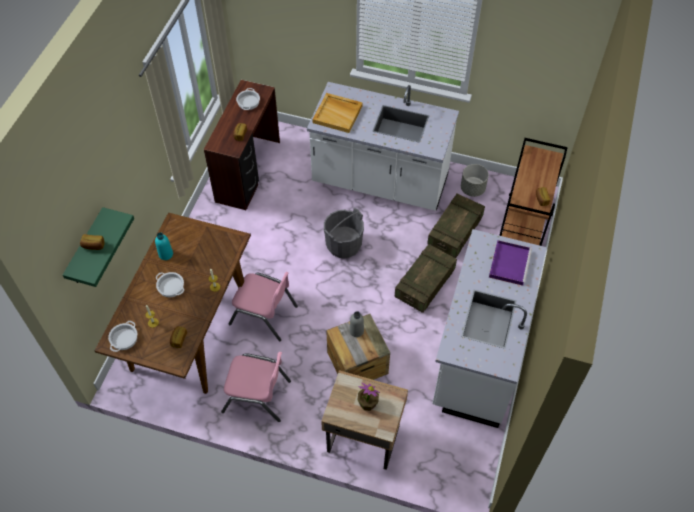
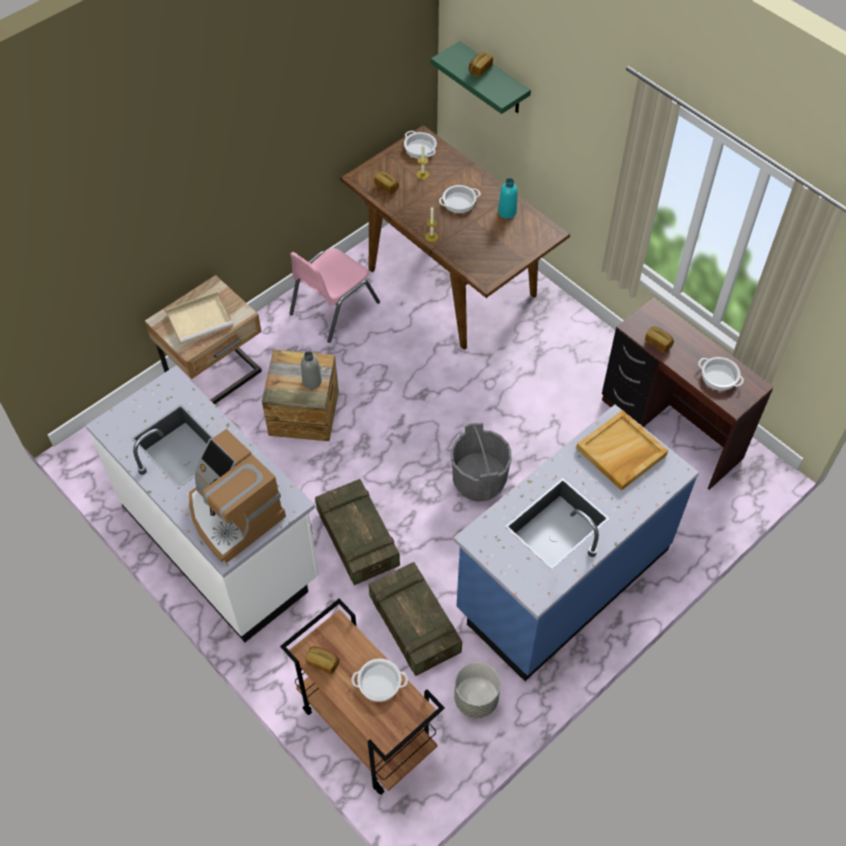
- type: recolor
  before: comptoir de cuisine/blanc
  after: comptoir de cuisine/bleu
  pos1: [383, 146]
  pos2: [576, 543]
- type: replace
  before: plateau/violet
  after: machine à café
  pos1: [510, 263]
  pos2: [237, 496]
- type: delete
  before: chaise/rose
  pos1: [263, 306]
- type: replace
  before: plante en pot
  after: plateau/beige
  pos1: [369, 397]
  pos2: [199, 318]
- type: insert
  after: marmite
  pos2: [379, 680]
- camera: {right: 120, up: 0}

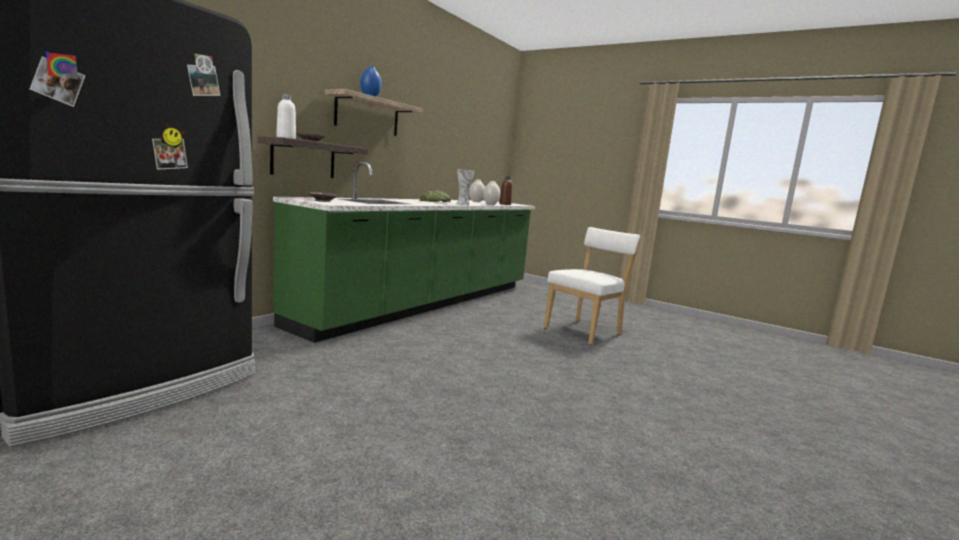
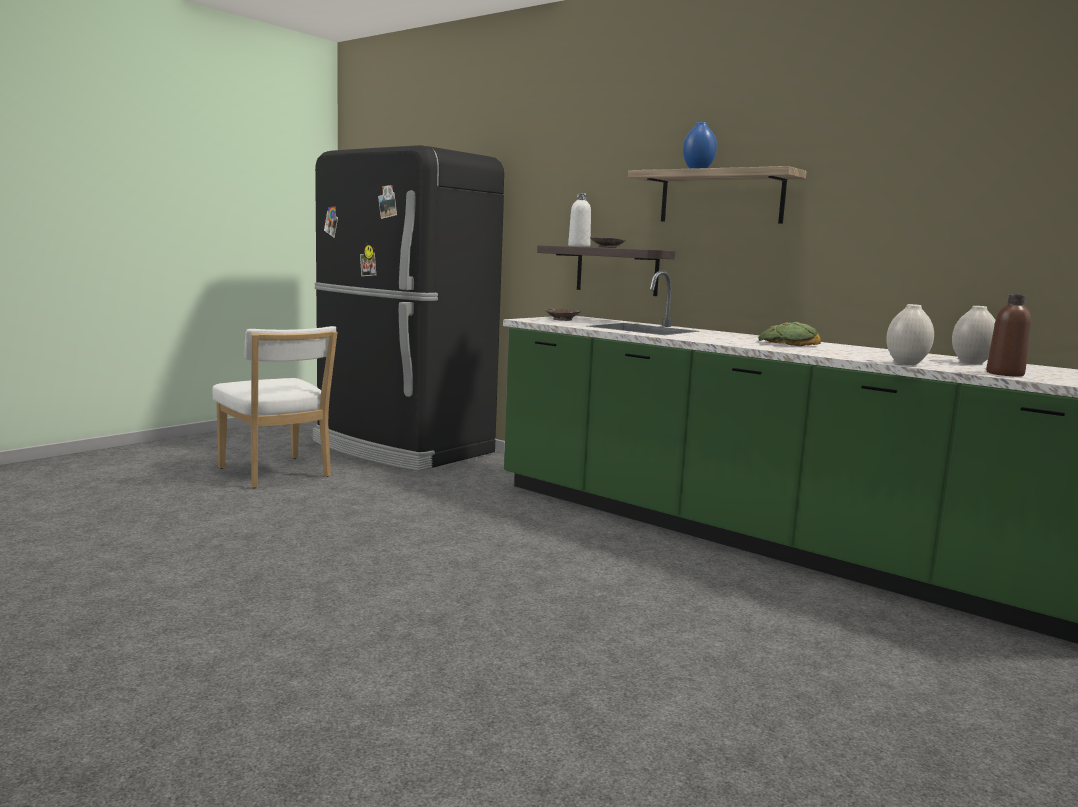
- type: delete
  before: vase
  pos1: [465, 187]
- type: move
  before: chaise/blanc
  pos1: [592, 286]
  pos2: [275, 407]
- camera: {right: 95, up: 0}

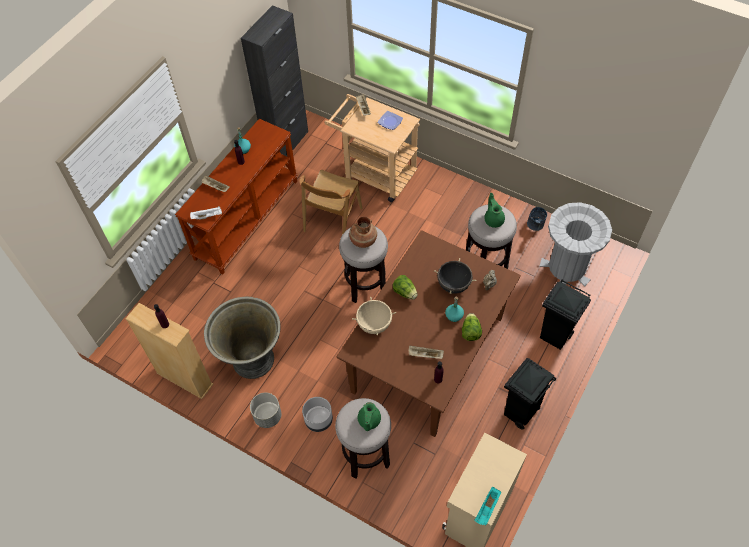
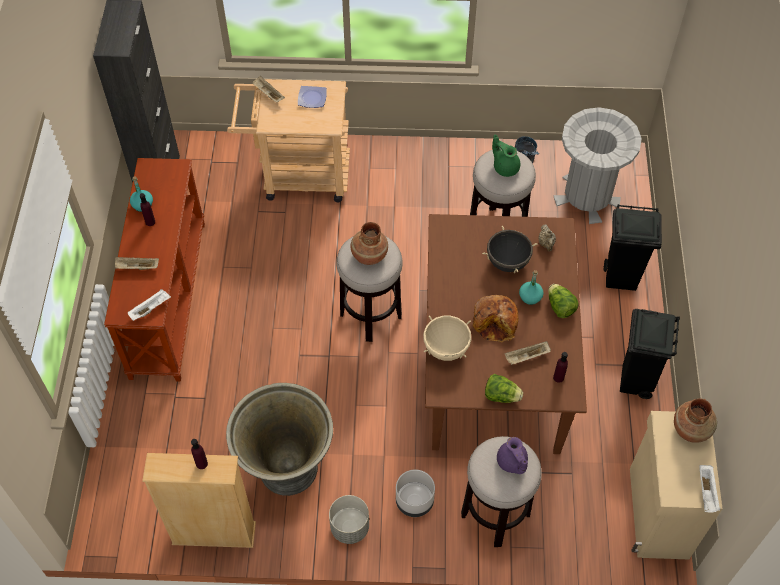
- type: delete
  before: chaise/marron
  pos1: [331, 202]
- type: move
  before: laitue
  pos1: [405, 287]
  pos2: [504, 388]
- type: recolor
  before: théière/vert
  after: théière/violet
  pos1: [369, 416]
  pos2: [512, 455]
- type: recolor
  before: plateau/turquoise
  after: plateau/blanc
  pos1: [487, 506]
  pos2: [709, 489]
- type: insert
  after: pain
  pos2: [495, 318]
- type: insert
  after: vase/marron
  pos2: [695, 420]
- camera: {right: -30, up: 0}

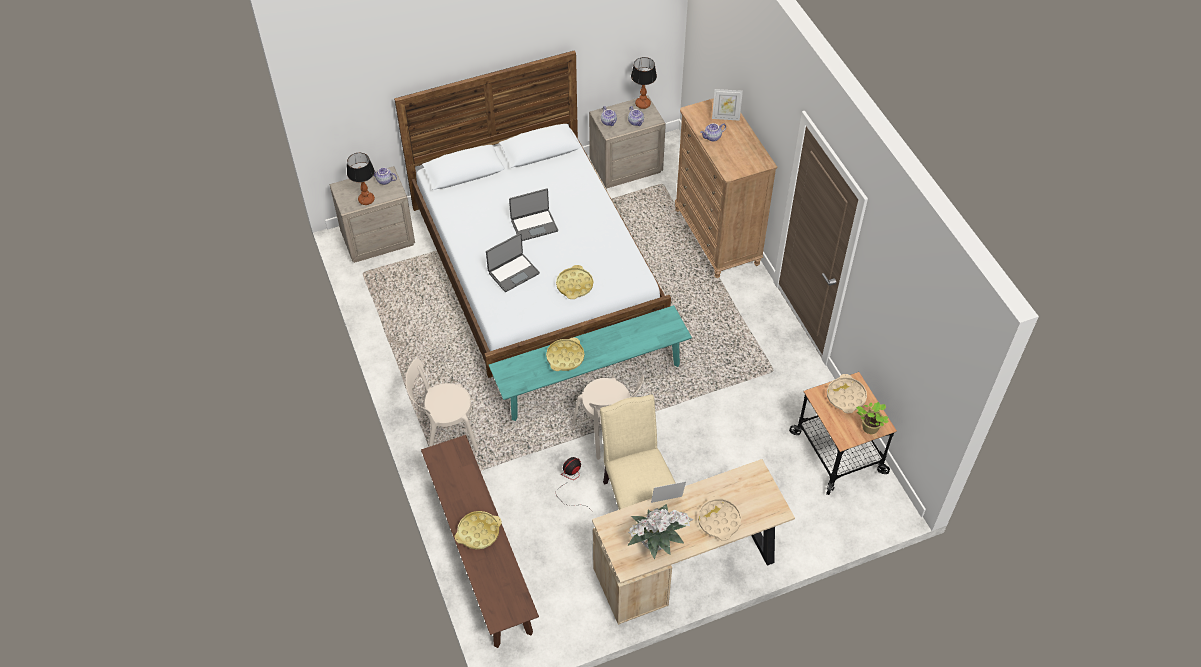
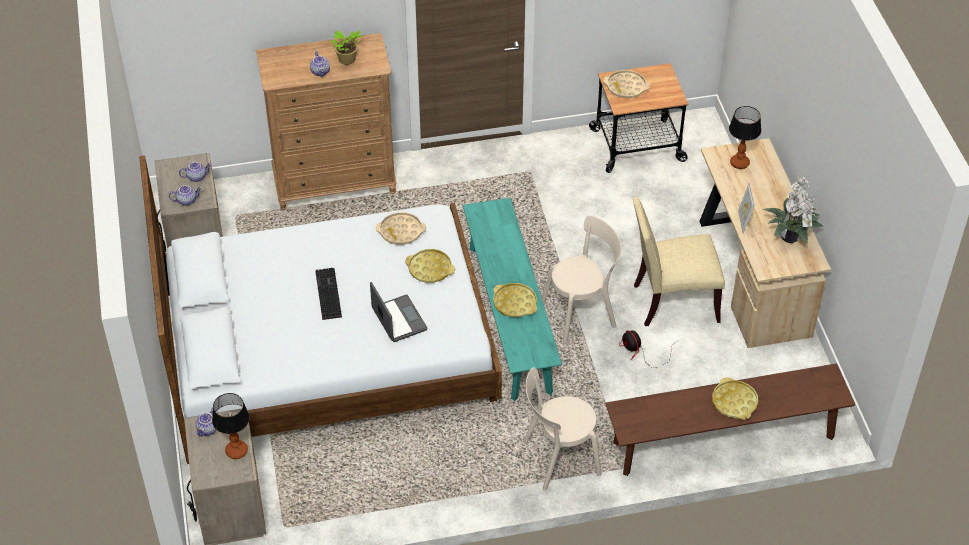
- type: move
  before: lampe de table
  pos1: [644, 83]
  pos2: [745, 137]
- type: delete
  before: cadre photo
  pos1: [727, 105]
- type: replace
  before: ordinateur portable
  after: clavier
  pos1: [533, 214]
  pos2: [328, 294]
- type: rotate
  before: chaise/beige
  pos1: [442, 404]
  pos2: [563, 429]
  turn: 75
- type: move
  before: plante en pot
  pos1: [872, 418]
  pos2: [346, 47]
- type: move
  before: plateau/beige
  pos1: [719, 518]
  pos2: [400, 228]
- camera: {right: -80, up: -5}

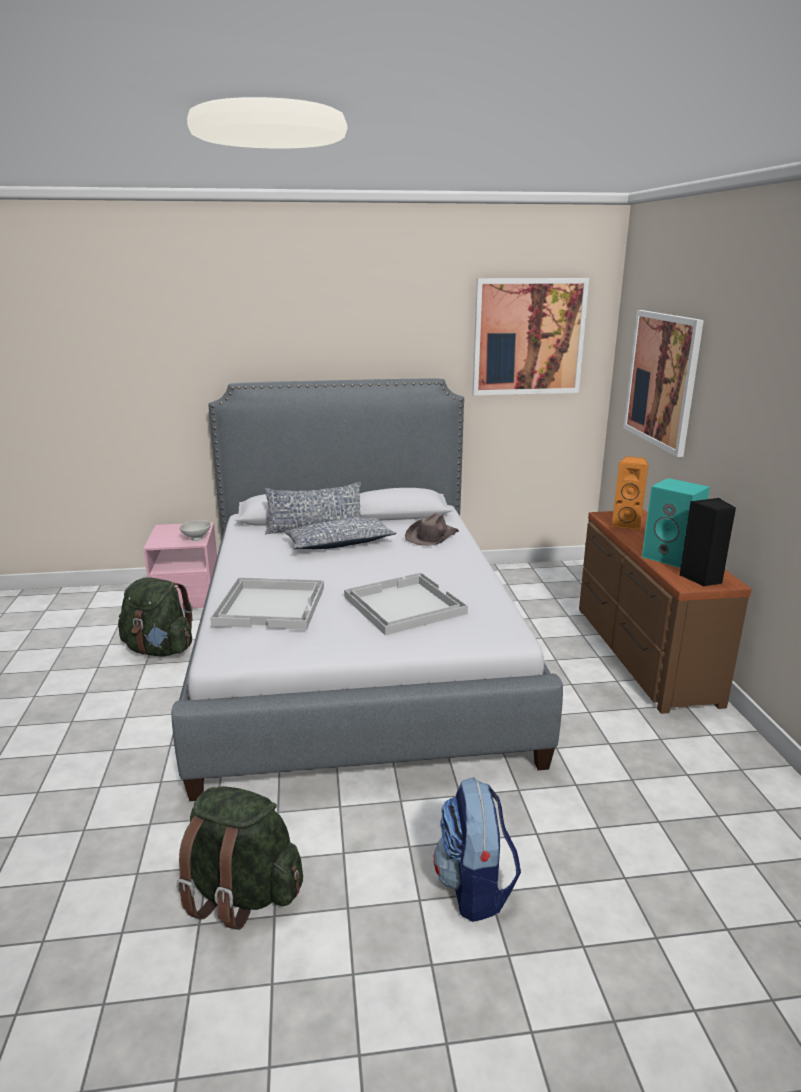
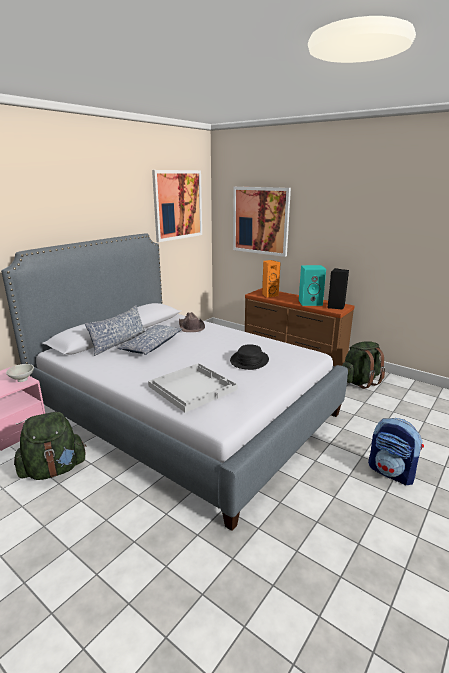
- type: replace
  before: plateau/blanc
  after: chapeau/noir
  pos1: [406, 603]
  pos2: [249, 357]
- type: move
  before: sac à dos/vert
  pos1: [239, 858]
  pos2: [363, 365]
- camera: {right: -45, up: 0}

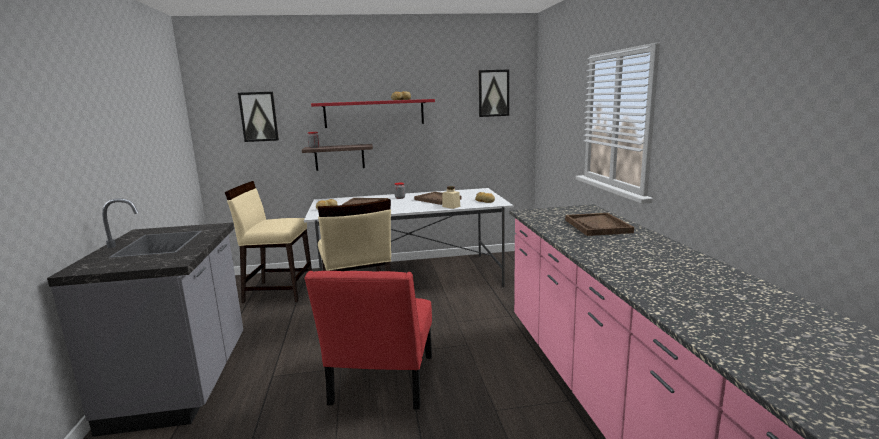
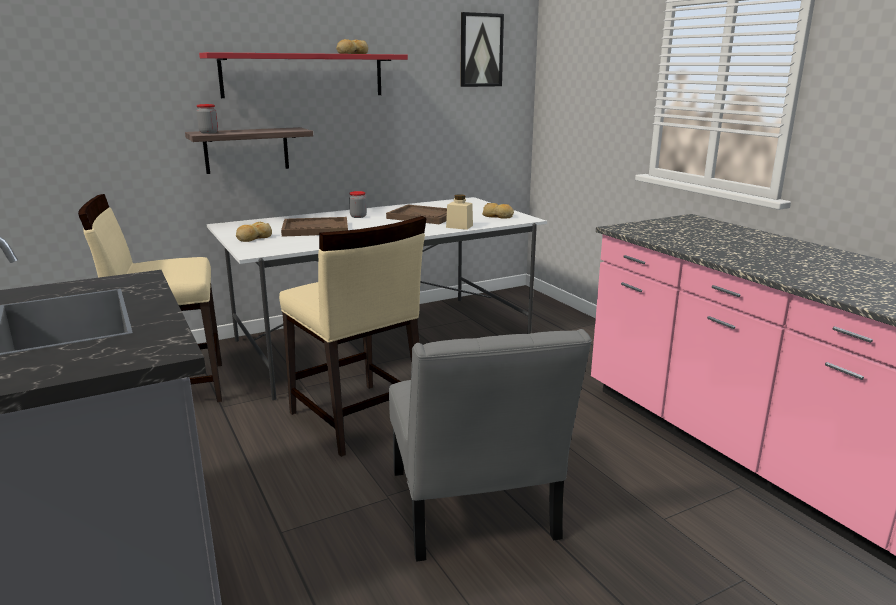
- type: delete
  before: tableau
  pos1: [258, 117]
- type: delete
  before: plateau/marron
  pos1: [599, 224]
- type: recolor
  before: chaise/rouge
  after: chaise/gris
  pos1: [368, 340]
  pos2: [490, 445]
- camera: {right: -20, up: 5}

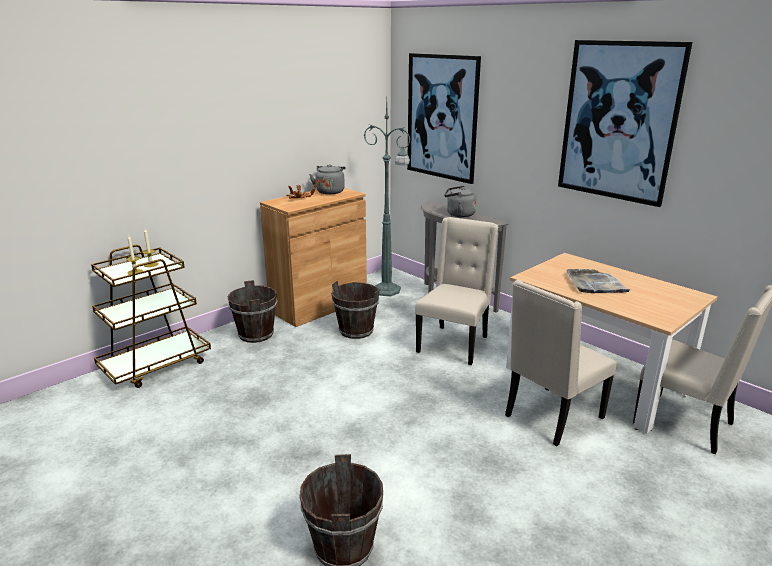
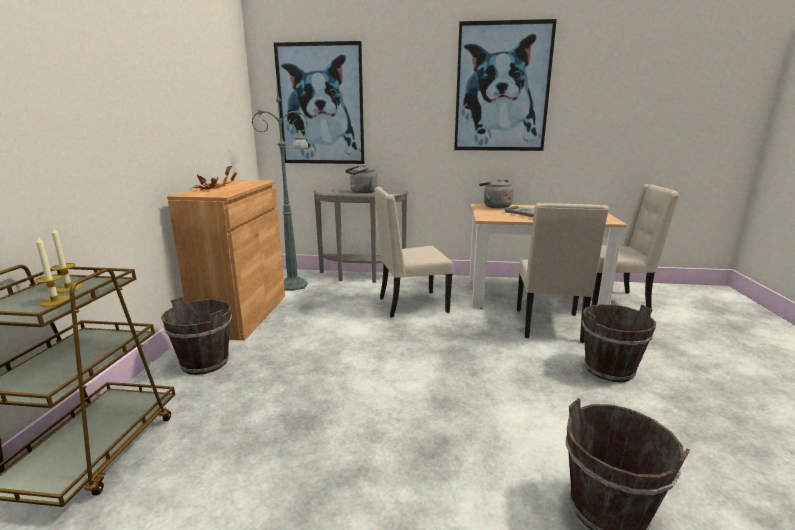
- type: move
  before: bouilloire/gris
  pos1: [327, 179]
  pos2: [496, 193]
- type: rotate
  before: chaise/beige
  pos1: [456, 291]
  pos2: [413, 252]
  turn: -90
- type: move
  before: seau/marron
  pos1: [355, 310]
  pos2: [619, 343]
- camera: {right: -40, up: -5}

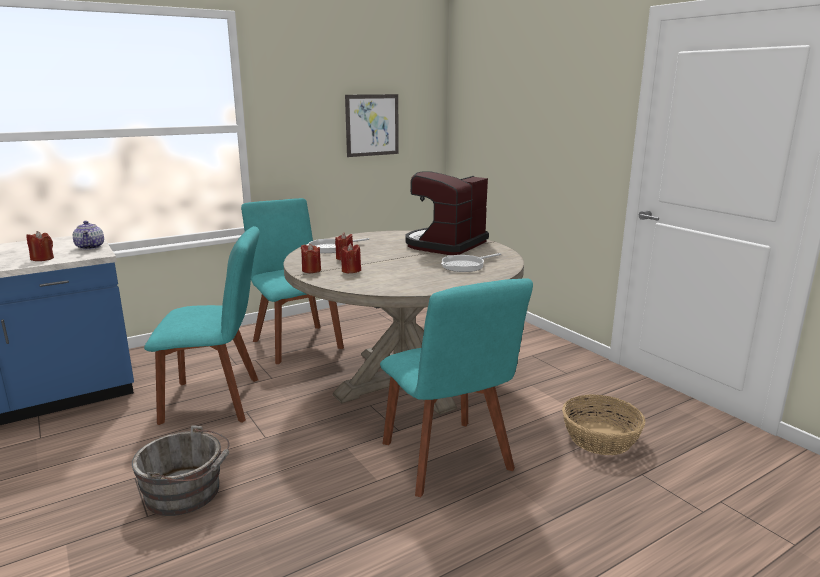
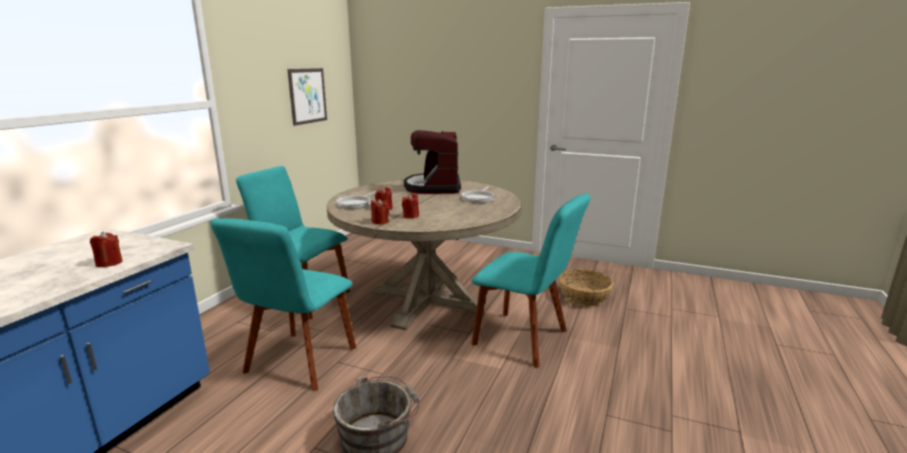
- type: delete
  before: théière
  pos1: [88, 235]
- type: rotate
  before: chaise/turquoise
  pos1: [202, 325]
  pos2: [283, 304]
  turn: 150
- camera: {right: -35, up: 0}

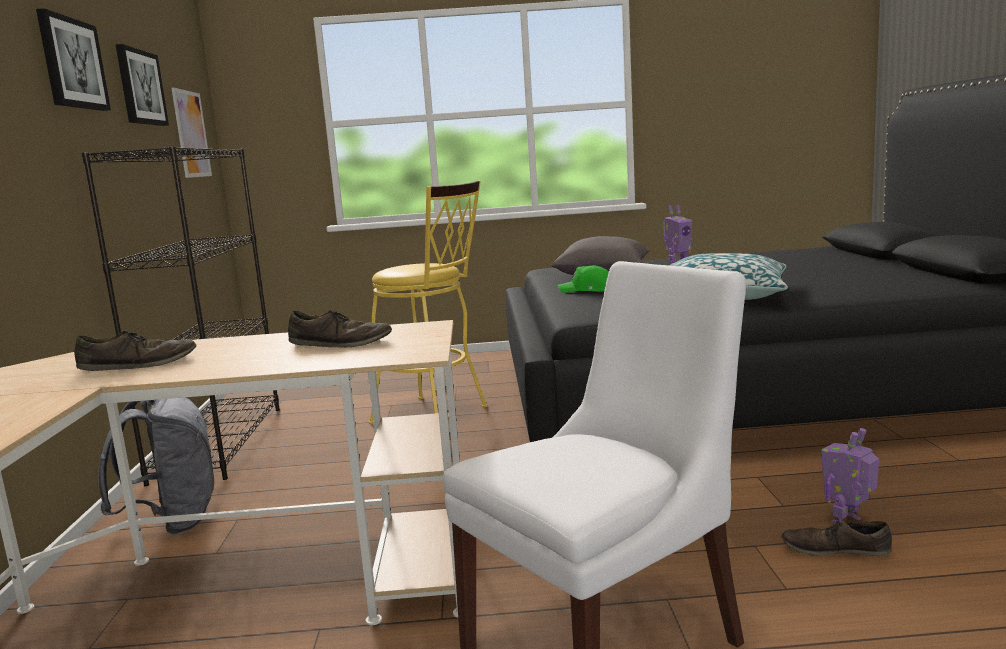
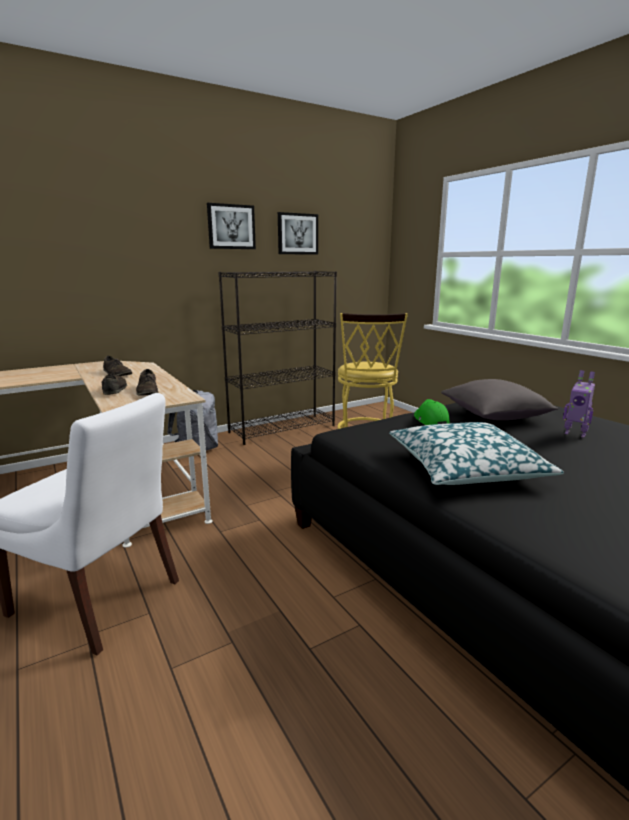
- type: delete
  before: tableau
  pos1: [191, 133]
- type: delete
  before: robot jouet
  pos1: [850, 476]
- type: move
  before: chaussure/marron
  pos1: [836, 537]
  pos2: [114, 384]
- camera: {right: 60, up: 5}

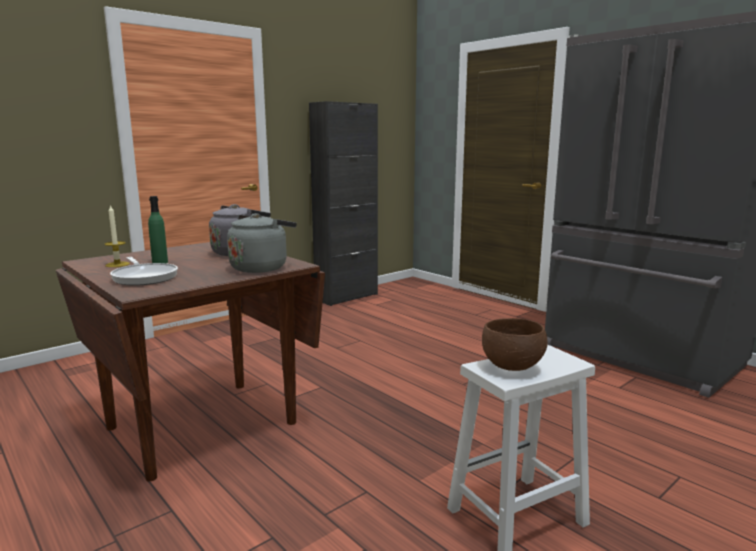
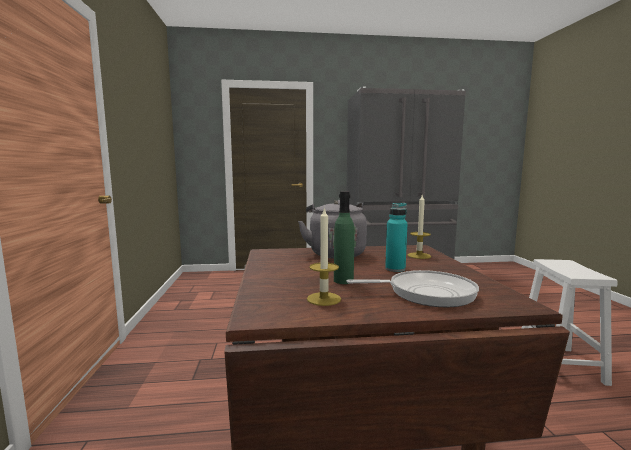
- type: delete
  before: meuble de rangement/noir
  pos1: [343, 203]
- type: replace
  before: bouilloire/gris
  after: bougie
  pos1: [262, 243]
  pos2: [419, 227]
- type: delete
  before: bol/marron
  pos1: [515, 344]
- type: insert
  after: bouteille/turquoise
  pos2: [396, 237]
- camera: {right: -55, up: -5}

